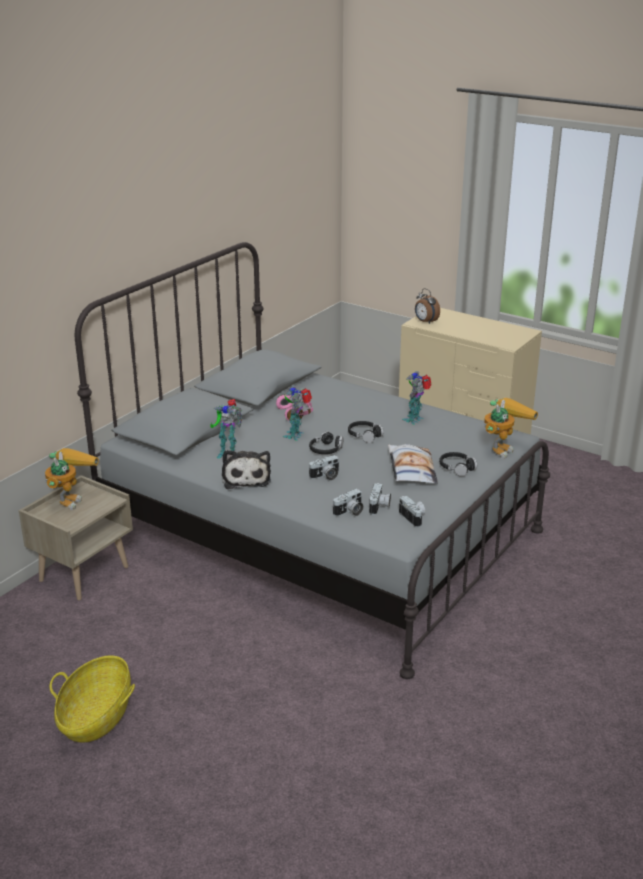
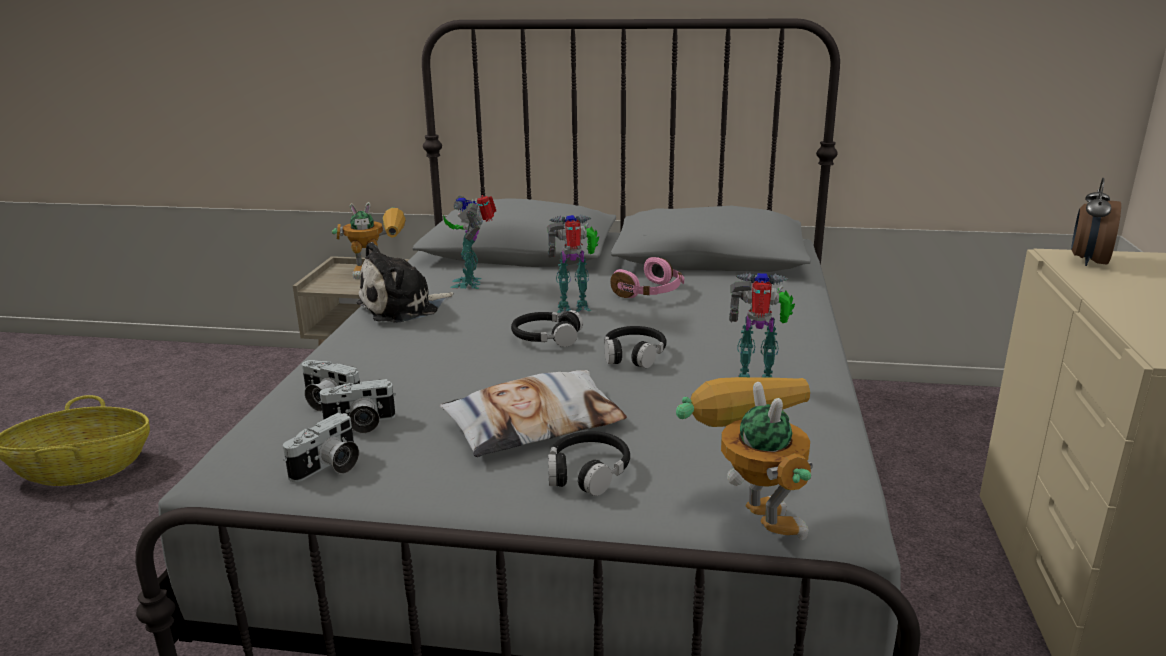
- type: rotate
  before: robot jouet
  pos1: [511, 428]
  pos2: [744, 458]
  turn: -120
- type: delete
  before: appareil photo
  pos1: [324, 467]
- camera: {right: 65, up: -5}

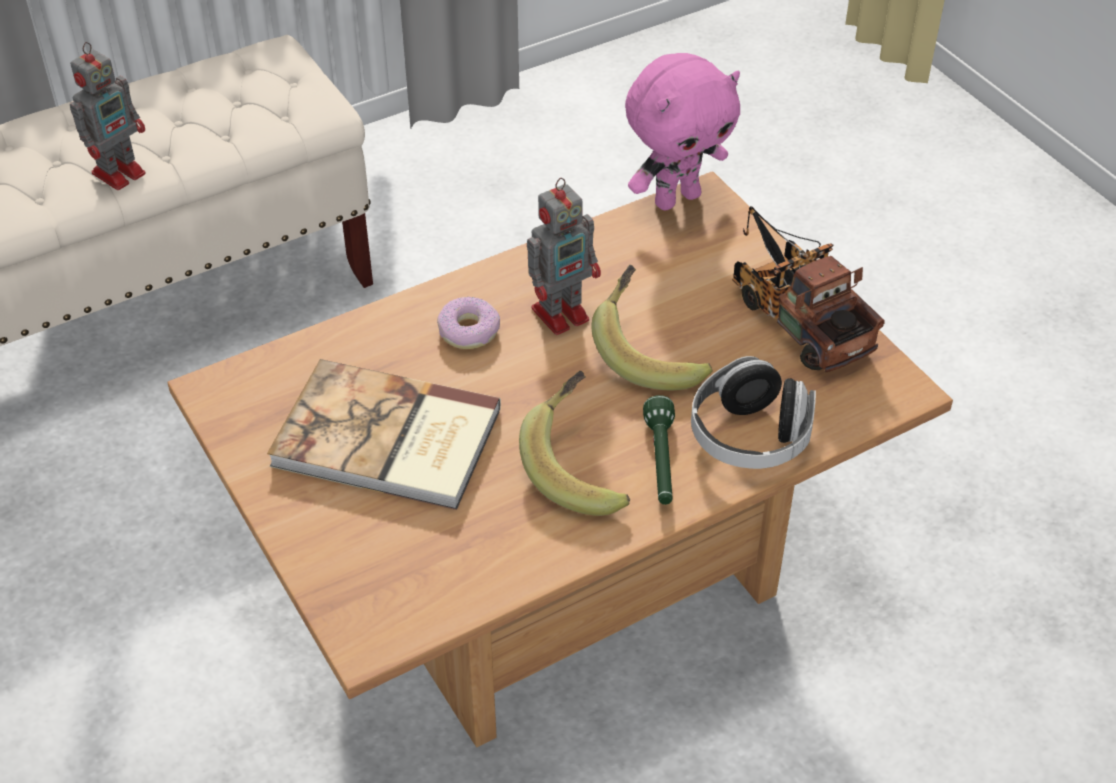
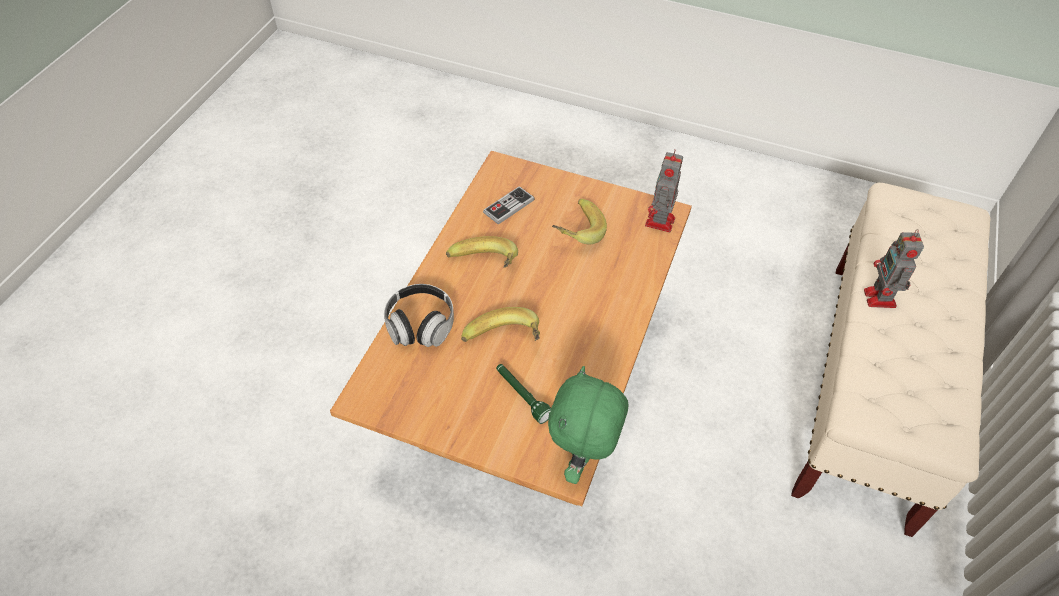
- type: recolor
  before: peluche/rose
  after: peluche/vert
  pos1: [682, 131]
  pos2: [588, 425]
- type: move
  before: robot jouet
  pos1: [564, 256]
  pos2: [664, 190]
- type: delete
  before: camion jouet
  pos1: [808, 289]
- type: delete
  before: beignet
  pos1: [468, 323]
- type: replace
  before: livre
  after: banane
  pos1: [384, 434]
  pos2: [579, 222]
- type: move
  before: lampe de poche/vert
  pos1: [659, 450]
  pos2: [523, 394]
- type: insert
  after: manette
  pos2: [508, 205]
- camera: {right: 140, up: 5}

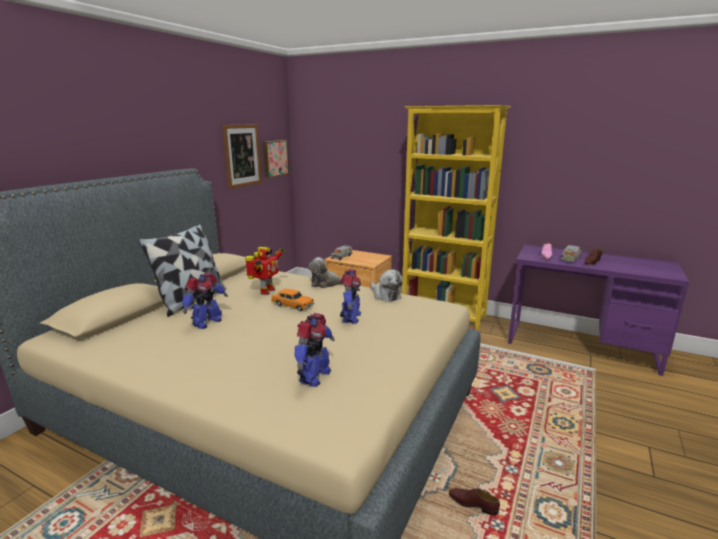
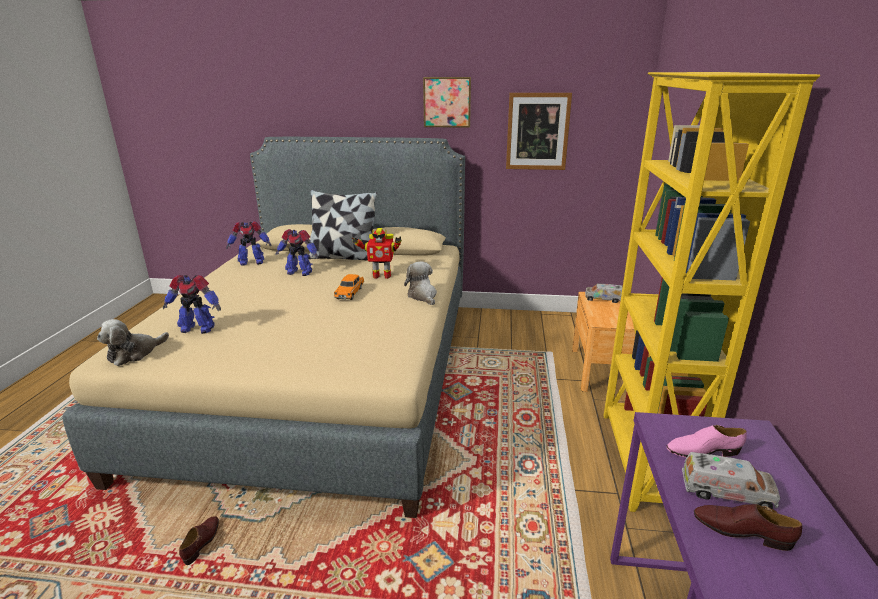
- type: move
  before: tableau
  pos1: [276, 159]
  pos2: [447, 102]
- type: move
  before: robot jouet
  pos1: [350, 296]
  pos2: [248, 243]
- type: move
  before: peluche
  pos1: [387, 286]
  pos2: [133, 342]
- camera: {right: 70, up: 5}

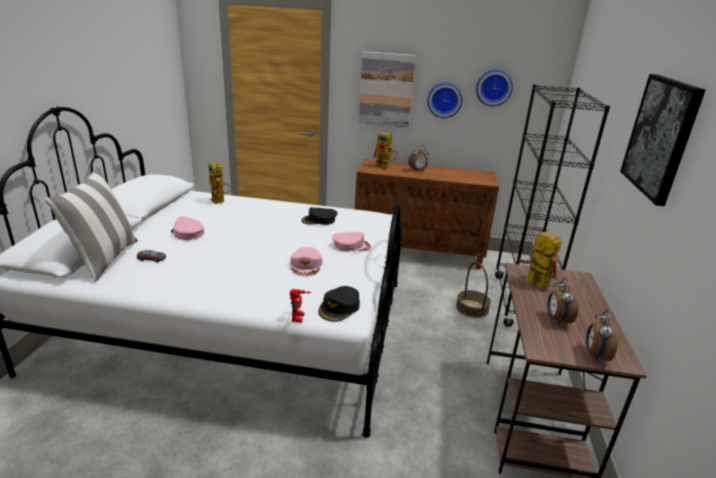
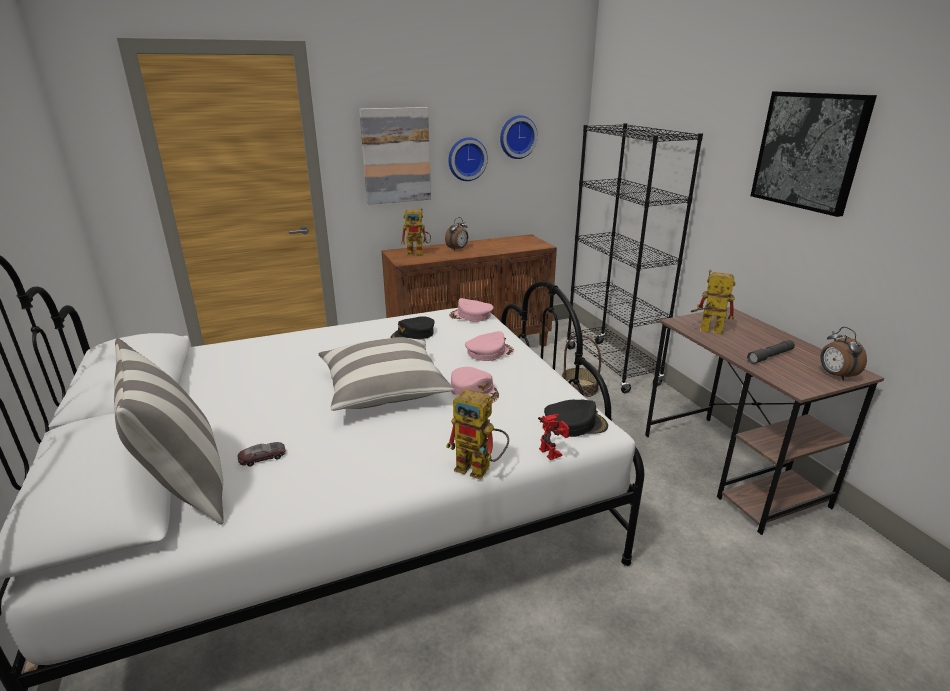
- type: move
  before: robot jouet
  pos1: [219, 182]
  pos2: [477, 434]
- type: move
  before: casquette/rose
  pos1: [187, 228]
  pos2: [471, 310]
- type: replace
  before: réveil
  after: lampe de poche/gris
  pos1: [563, 301]
  pos2: [771, 352]
- type: rotate
  before: casquette/noir
  pos1: [339, 304]
  pos2: [576, 418]
  turn: -90
- type: insert
  after: coussin
  pos2: [386, 374]
- camera: {right: -30, up: 0}

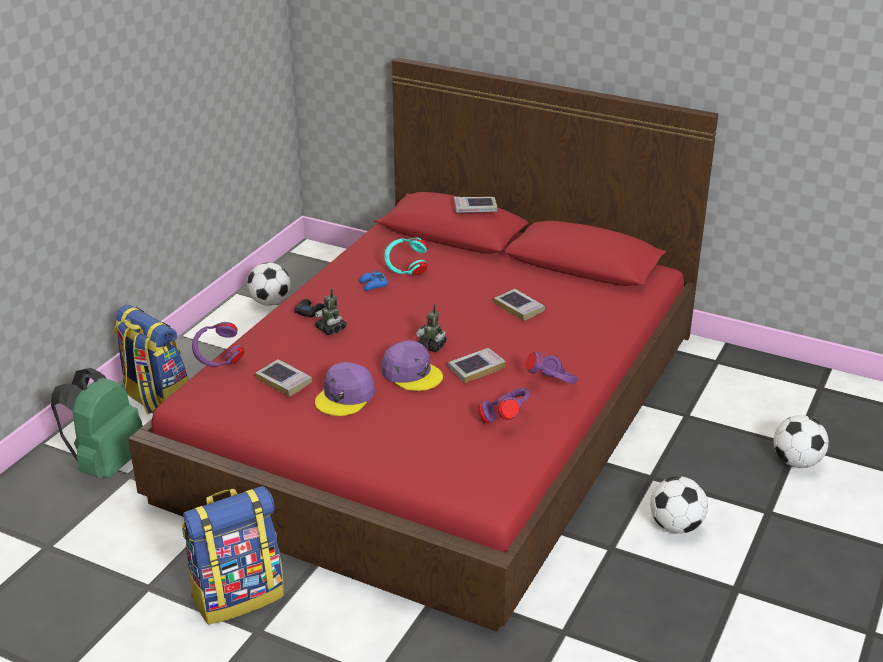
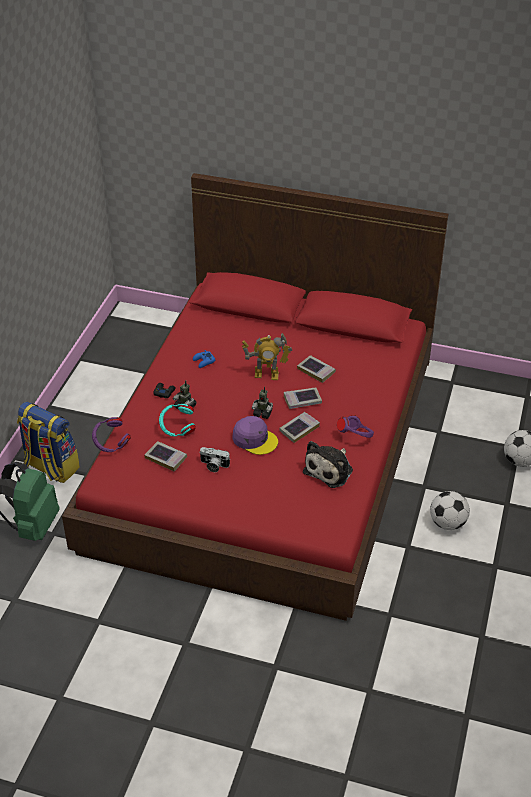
- type: move
  before: livre
  pos1: [475, 205]
  pos2: [303, 398]
- type: move
  before: casque audio/turquoise
  pos1: [406, 256]
  pos2: [177, 420]
- type: delete
  before: ballon de foot
  pos1: [269, 284]
- type: replace
  before: casquette/violet
  after: appareil photo
  pos1: [345, 389]
  pos2: [215, 459]
- type: replace
  before: casque audio/violet
  after: peluche
  pos1: [504, 406]
  pos2: [328, 464]
- type: delete
  before: sac à dos
  pos1: [233, 555]
- type: insert
  after: robot jouet
  pos2: [267, 356]
- camera: {right: -10, up: 10}

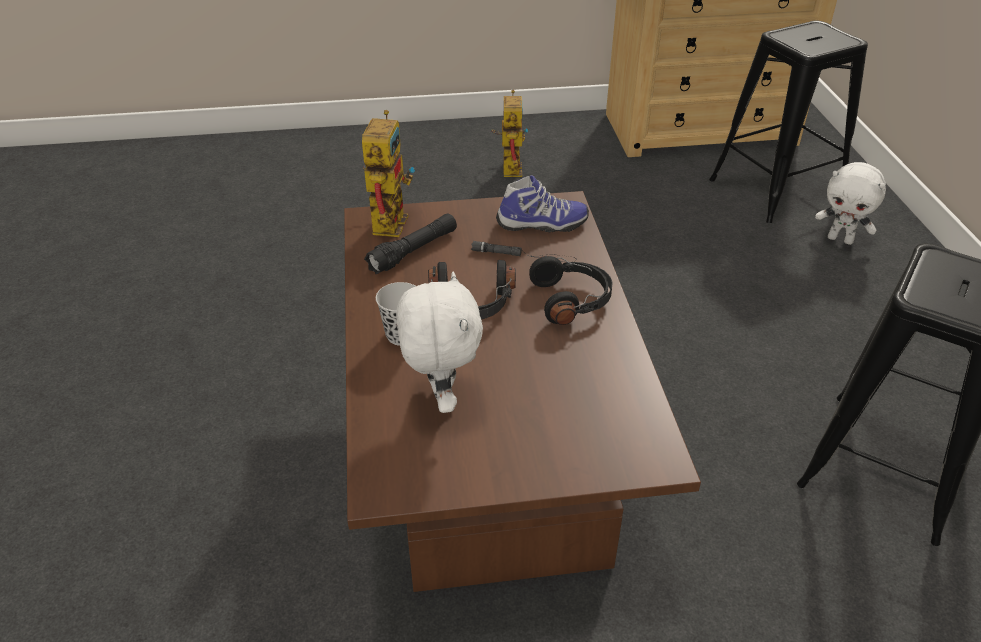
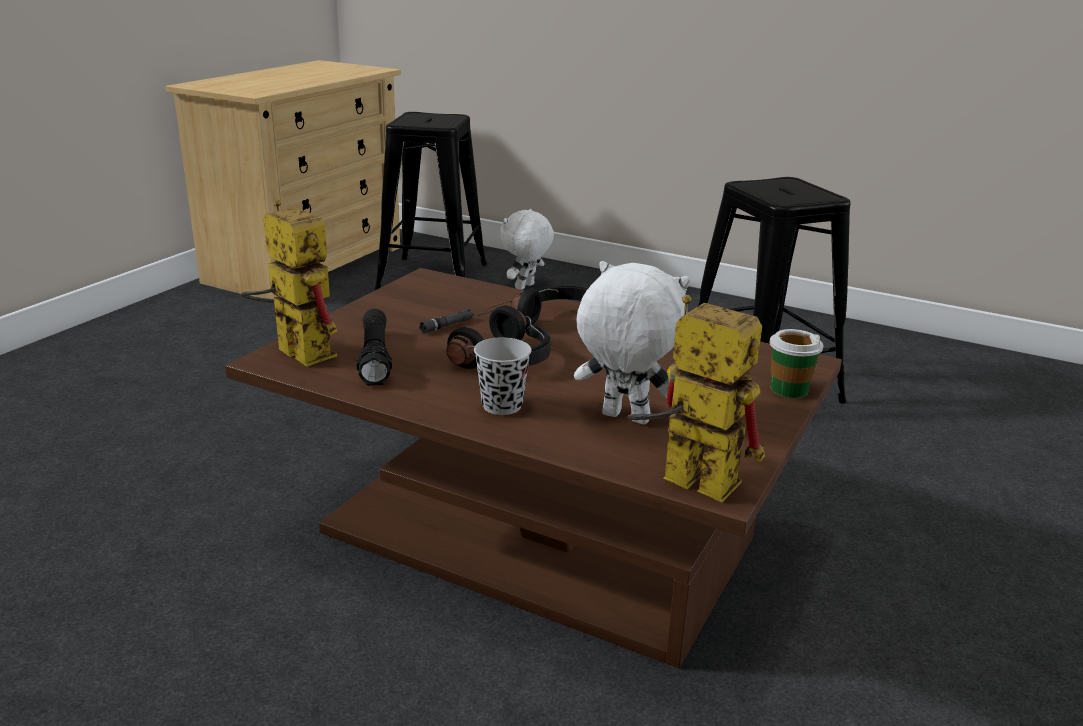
- type: move
  before: robot jouet
  pos1: [509, 133]
  pos2: [696, 399]
- type: rotate
  before: peluche/blanc
  pos1: [850, 203]
  pos2: [527, 249]
  turn: 150
- type: delete
  before: chaussure
  pos1: [542, 203]
- type: insert
  after: tasse
  pos2: [796, 363]
- camera: {right: -55, up: -15}

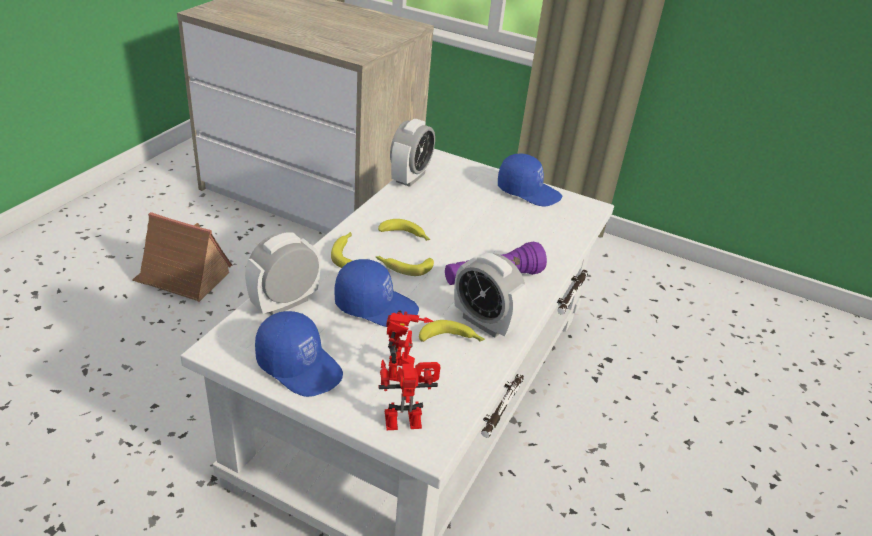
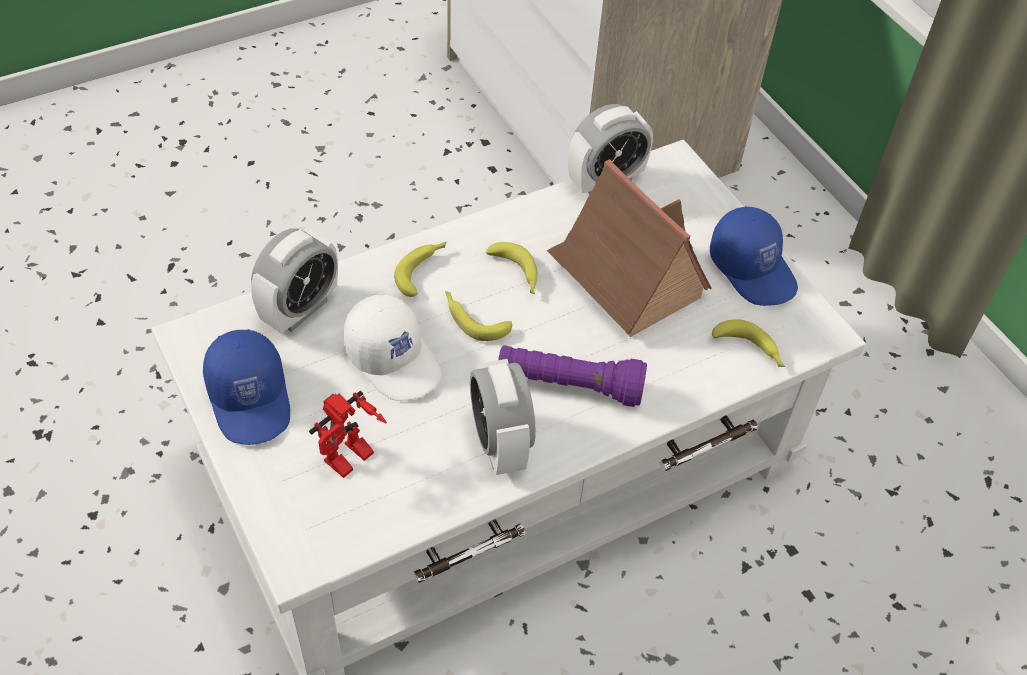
- type: move
  before: maison miniature
  pos1: [182, 257]
  pos2: [629, 248]
- type: rotate
  before: réveil
  pos1: [283, 273]
  pos2: [294, 280]
  turn: 135
- type: recolor
  before: casquette/bleu
  after: casquette/blanc
  pos1: [377, 293]
  pos2: [392, 347]
- type: move
  before: banane
  pos1: [452, 331]
  pos2: [748, 343]
- type: delete
  before: robot jouet
  pos1: [409, 394]
- camera: {right: 35, up: 15}

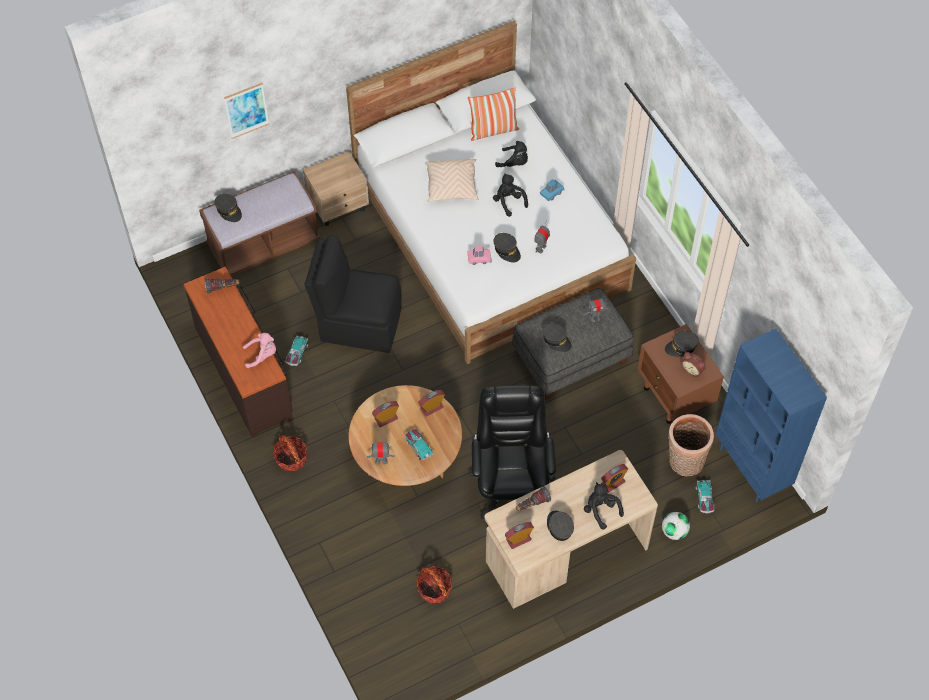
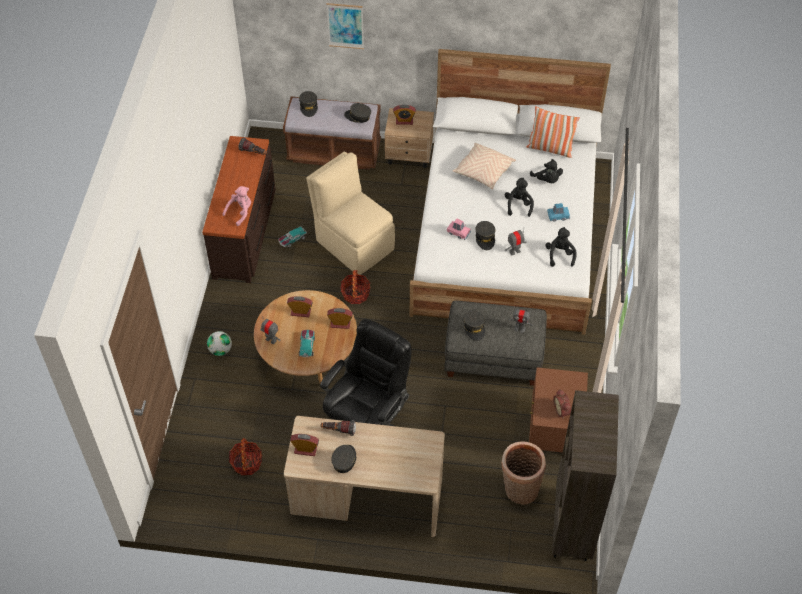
- type: recolor
  before: chaise/noir
  after: chaise/beige
  pos1: [353, 294]
  pos2: [350, 213]
- type: recolor
  before: bibliothèque/bleu
  after: bibliothèque/marron
  pos1: [771, 415]
  pos2: [585, 475]
- type: move
  before: casquette/gris
  pos1: [682, 344]
  pos2: [357, 113]
- type: rotate
  before: peluche/rose
  pos1: [259, 350]
  pos2: [236, 206]
  turn: -75
- type: move
  before: panier
  pos1: [290, 453]
  pos2: [355, 287]
- type: move
  before: réveil
  pos1: [614, 478]
  pos2: [404, 115]
- type: delete
  before: petite voiture
  pos1: [705, 497]
- type: move
  before: peluche/noir
  pos1: [604, 505]
  pos2: [561, 247]
- type: move
  before: ballon de foot
  pos1: [676, 526]
  pos2: [219, 343]
- camera: {right: 35, up: -5}

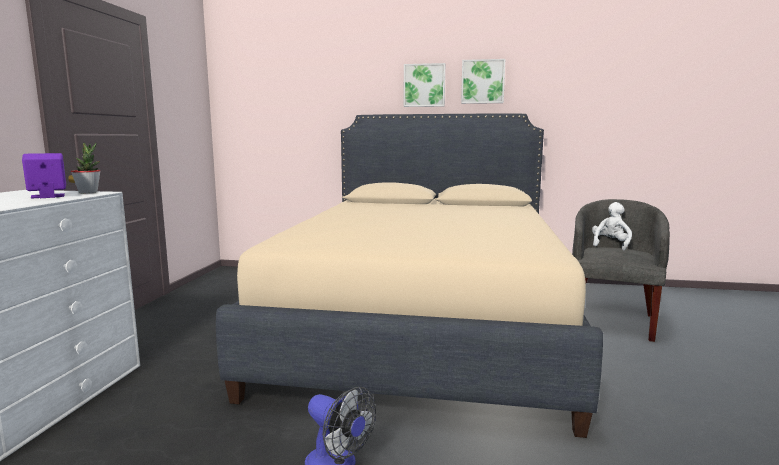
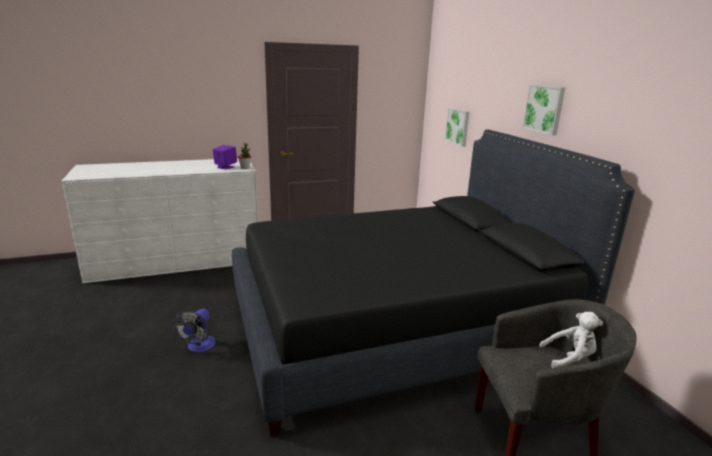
- type: move
  before: tableau
  pos1: [483, 81]
  pos2: [457, 127]
- type: recolor
  before: lit/beige
  after: lit/noir
  pos1: [409, 275]
  pos2: [433, 282]
- camera: {right: 60, up: 10}

